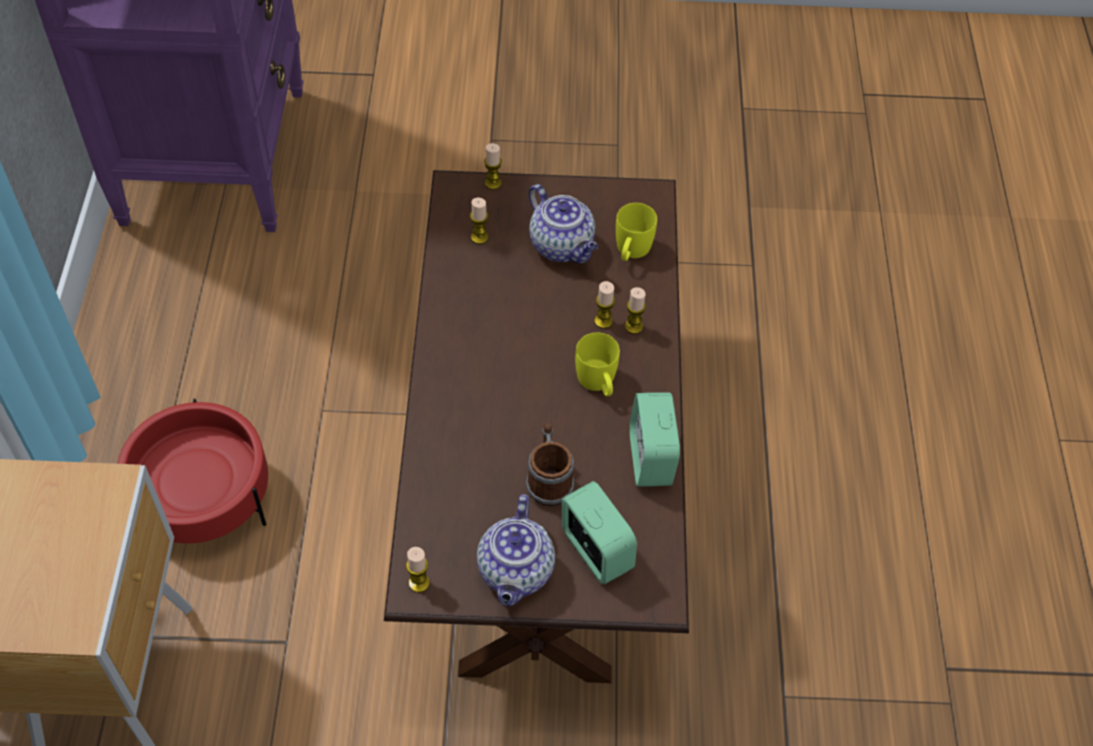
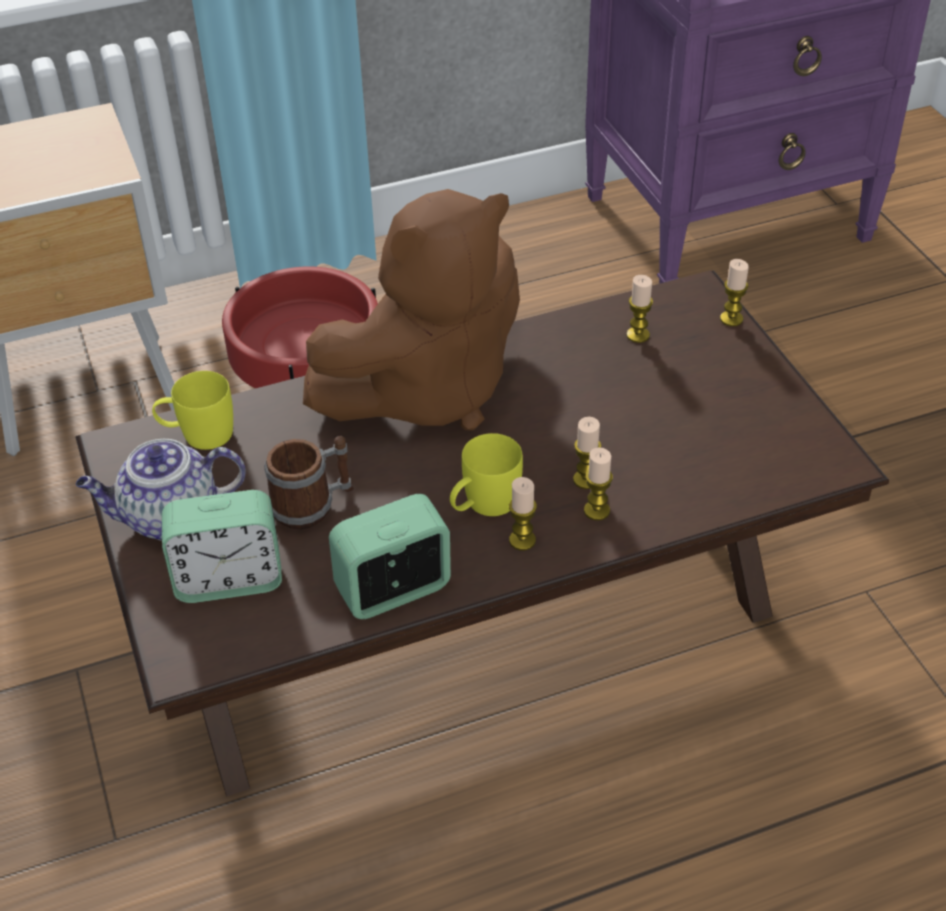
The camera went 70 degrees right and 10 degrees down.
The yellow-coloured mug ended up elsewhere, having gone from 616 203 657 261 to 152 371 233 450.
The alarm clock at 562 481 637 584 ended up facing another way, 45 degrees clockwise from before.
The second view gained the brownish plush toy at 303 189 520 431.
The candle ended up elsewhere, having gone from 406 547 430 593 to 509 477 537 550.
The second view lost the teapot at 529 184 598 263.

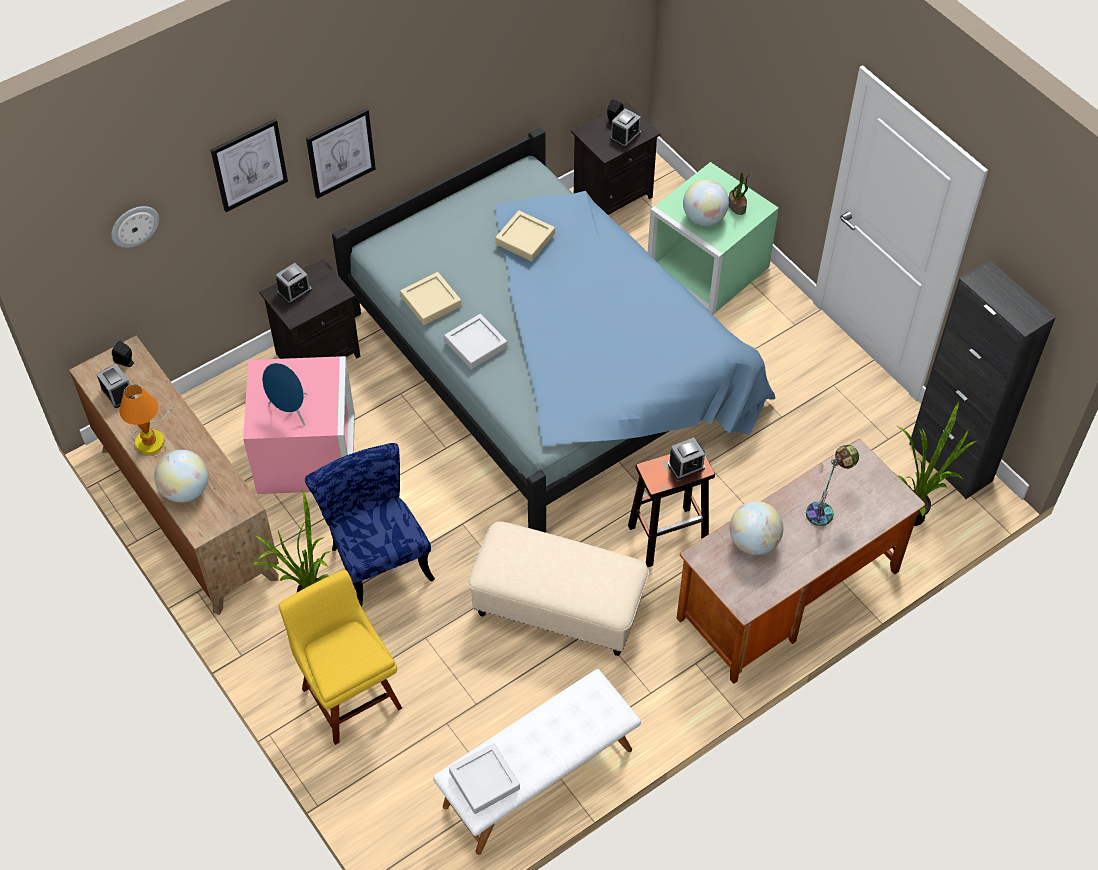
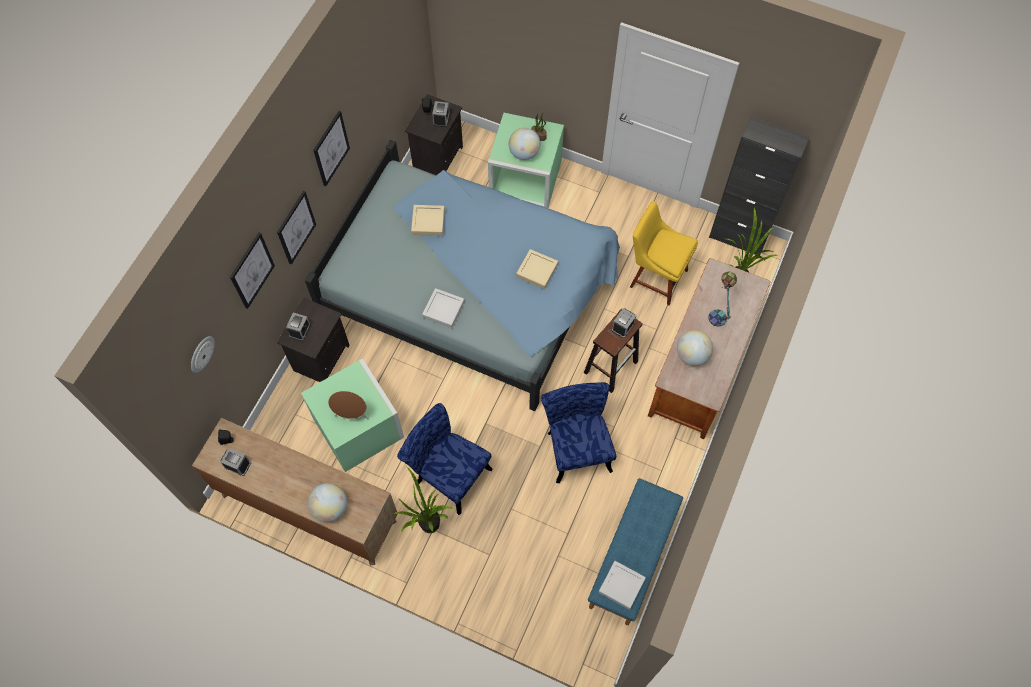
The camera went 30 degrees left and 10 degrees up.
What was the pink storage box at 243 356 355 494 turned into the greenish storage box at 301 358 404 472.
The second view gained the wall art at 313 111 350 187.
What was the blue-coloured loudspeaker at 262 363 308 426 turned into the brownish loudspeaker at 328 391 368 420.
The sand-coloured tray ended up elsewhere, having gone from 400 272 461 325 to 516 249 558 289.
Where the sand-coloured pouffe stood at 468 521 649 656, the blue-coloured upright chair came to stand at 541 382 616 483.
What was the white-coloured indoor bench at 433 669 641 855 turned into the blue-coloured indoor bench at 588 478 683 625.
The yellow-coloured upright chair ended up elsewhere, having gone from 279 570 402 745 to 630 201 698 305.
The second view lost the table lamp at 120 384 173 457.

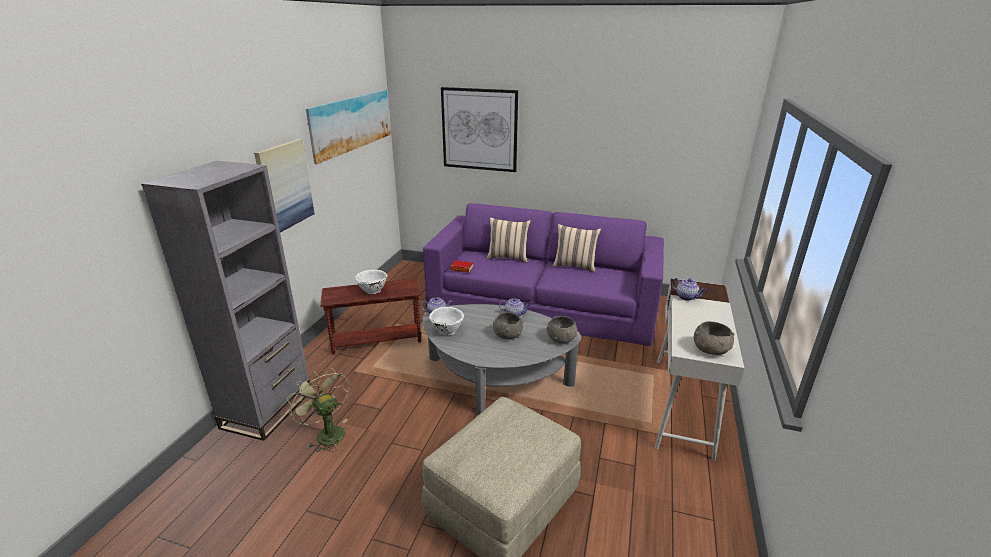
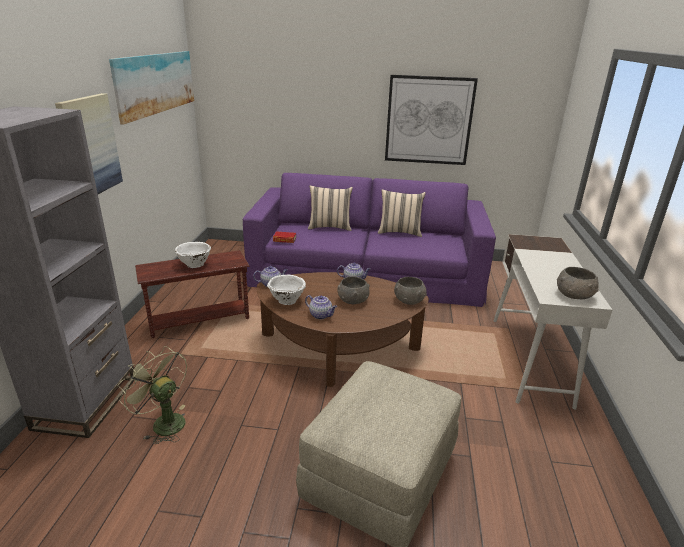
The camera went 10 degrees left and 0 degrees up.
What was the gray coffee table at 422 304 581 415 turned into the brownish coffee table at 256 272 429 387.
The teapot ended up elsewhere, having gone from 671 278 707 301 to 305 295 337 319.
The wall art ended up elsewhere, having gone from 441 87 518 172 to 385 75 478 165.

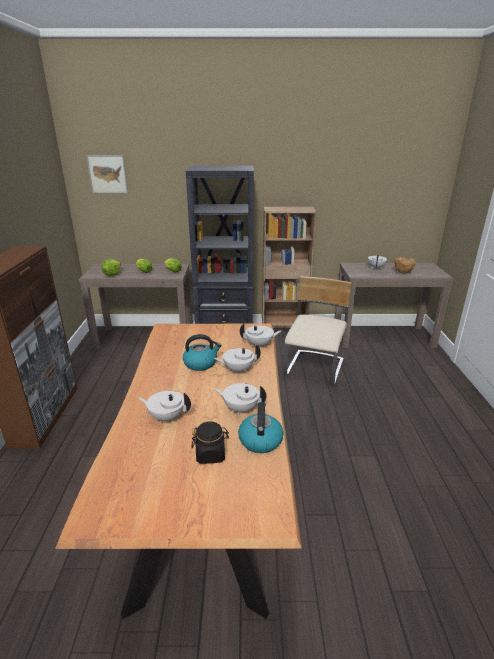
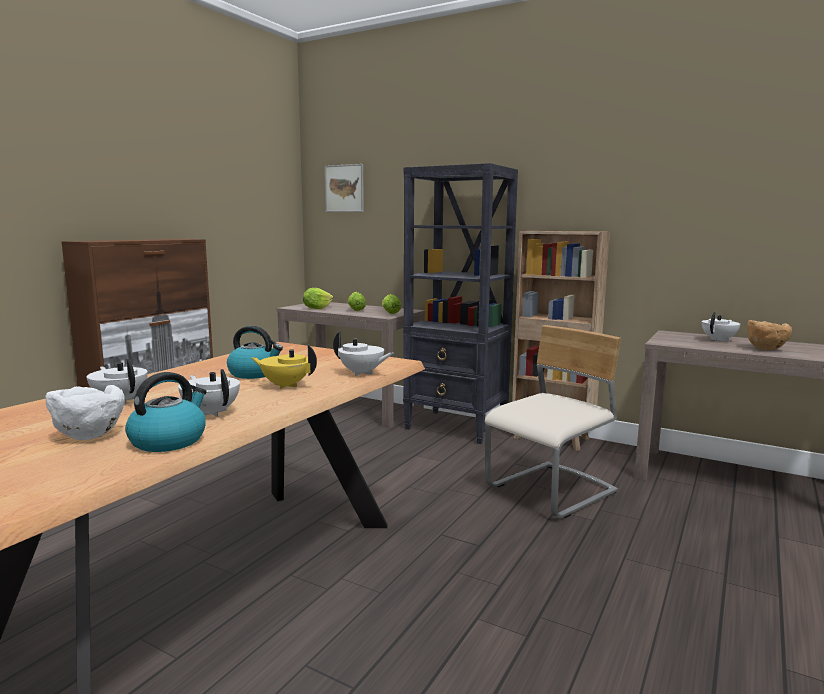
The camera went 30 degrees right and 15 degrees down.
Where the blackish storage jar stood at 192 421 229 464, the white-coloured serving bowl came to stand at 45 385 125 440.
What was the white-coloured teapot at 214 344 261 374 turned into the yellow-coloured teapot at 252 345 317 389.

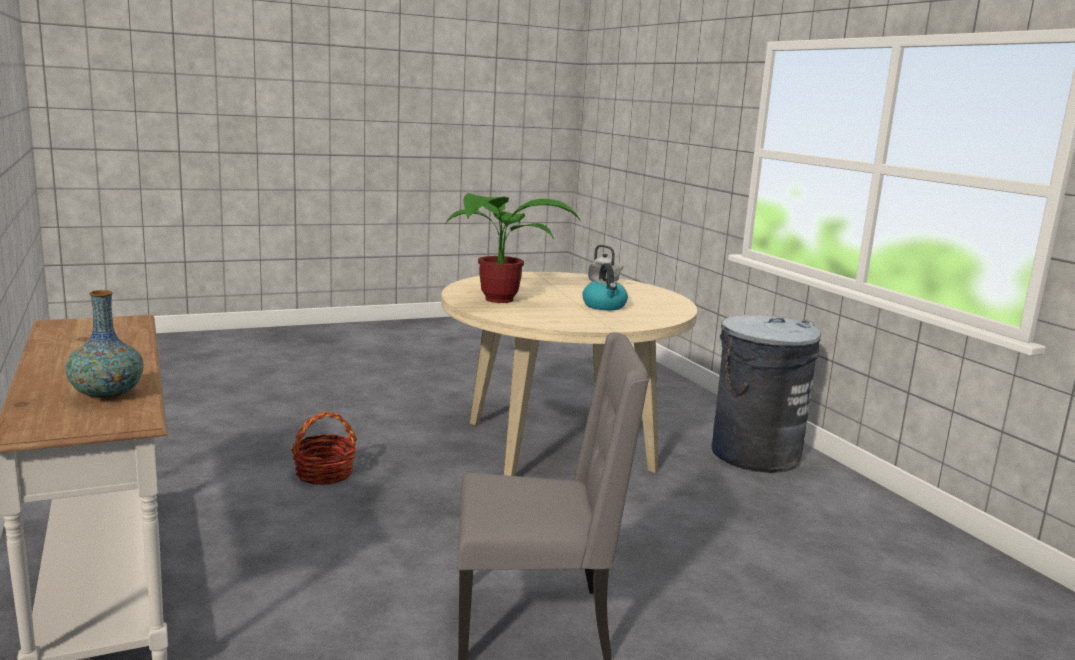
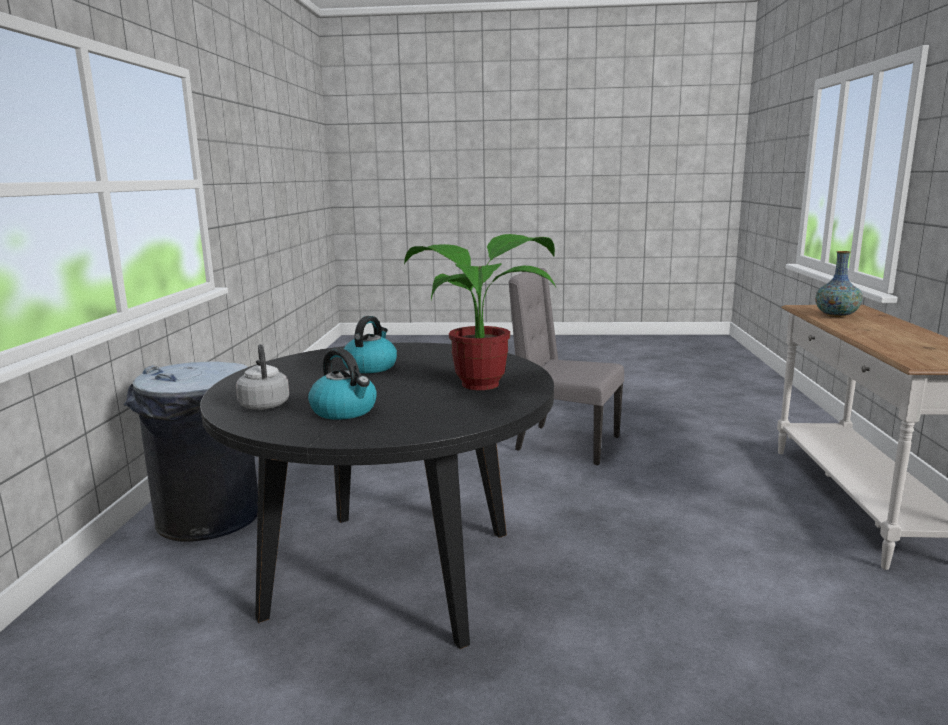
The camera went 150 degrees left and 0 degrees up.
What was the sand-coloured dinner table at 441 272 697 476 turned into the blackish dinner table at 200 343 554 649.
The second view gained the tea kettle at 308 348 377 420.
The second view lost the basket at 291 412 357 485.

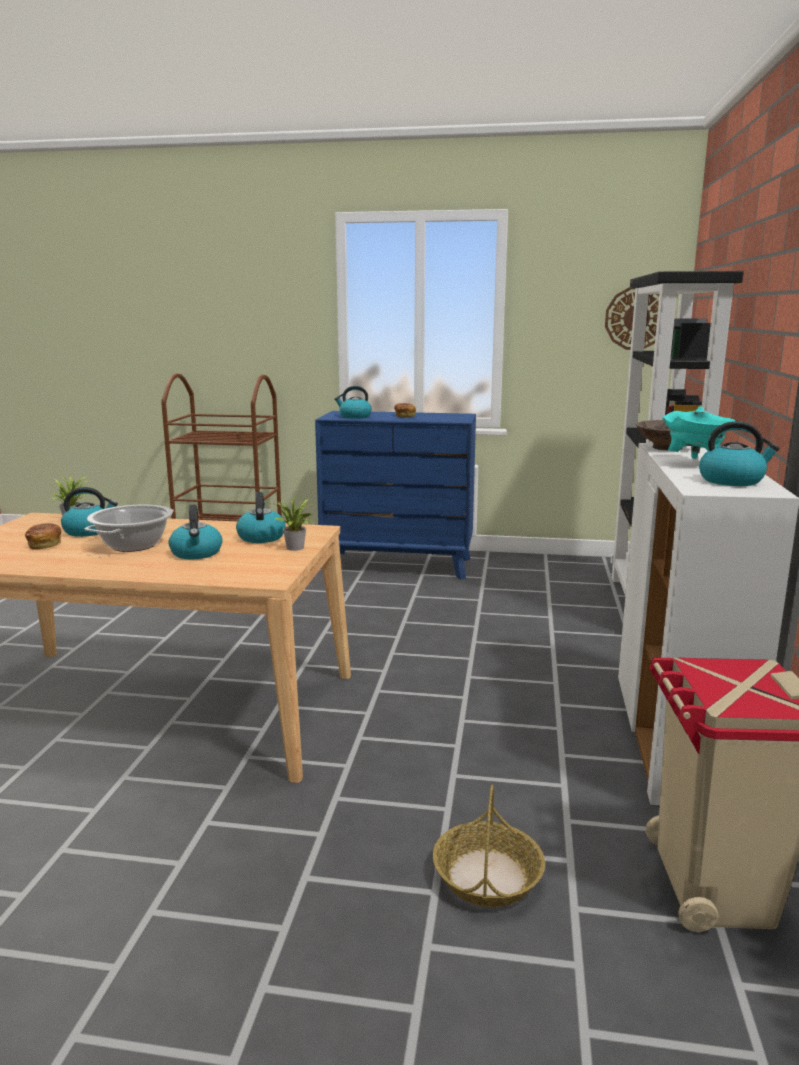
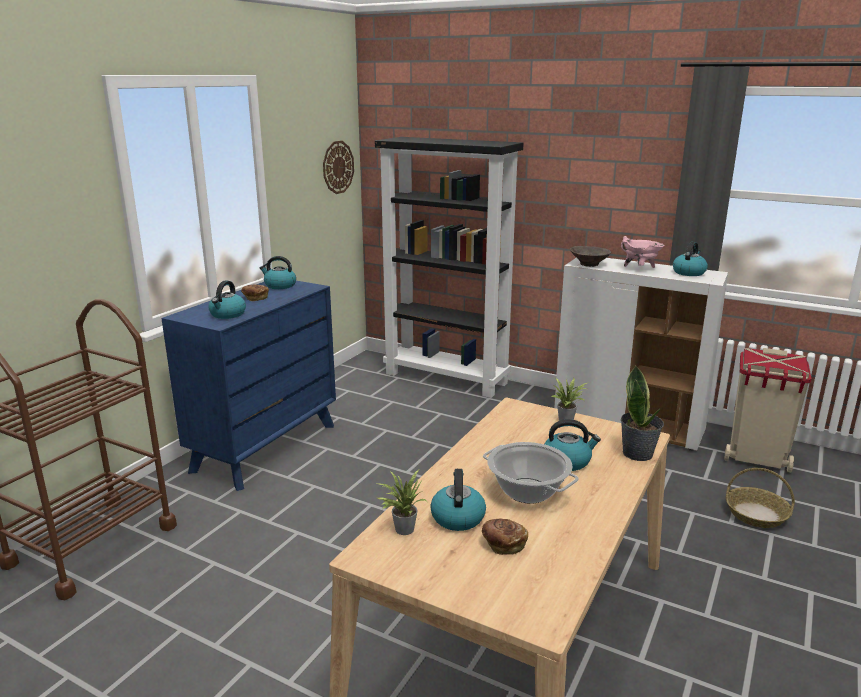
The camera went 70 degrees left and 5 degrees up.
The tea kettle ended up elsewhere, having gone from 236 492 286 543 to 260 256 296 289.
What was the blue-green stockpot at 662 406 735 459 turned into the pink stockpot at 621 236 664 268.
The second view gained the potted plant at 621 365 664 461.

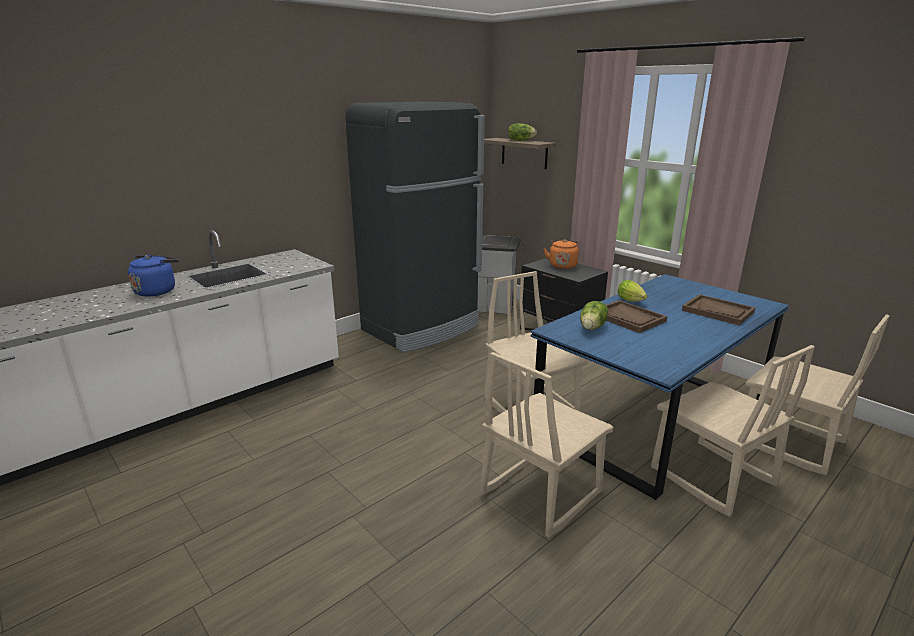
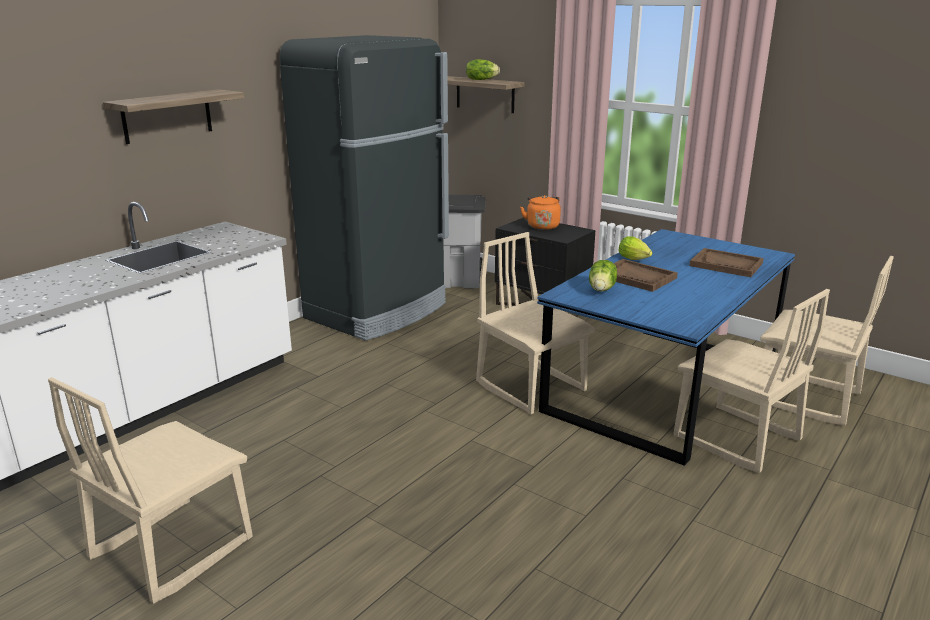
The camera went 10 degrees left and 0 degrees up.
The sand-coloured upright chair ended up elsewhere, having gone from 480 352 614 538 to 48 377 253 604.
The second view gained the bracket shelf at 103 89 244 144.
The second view lost the blue-coloured tea kettle at 128 255 179 297.

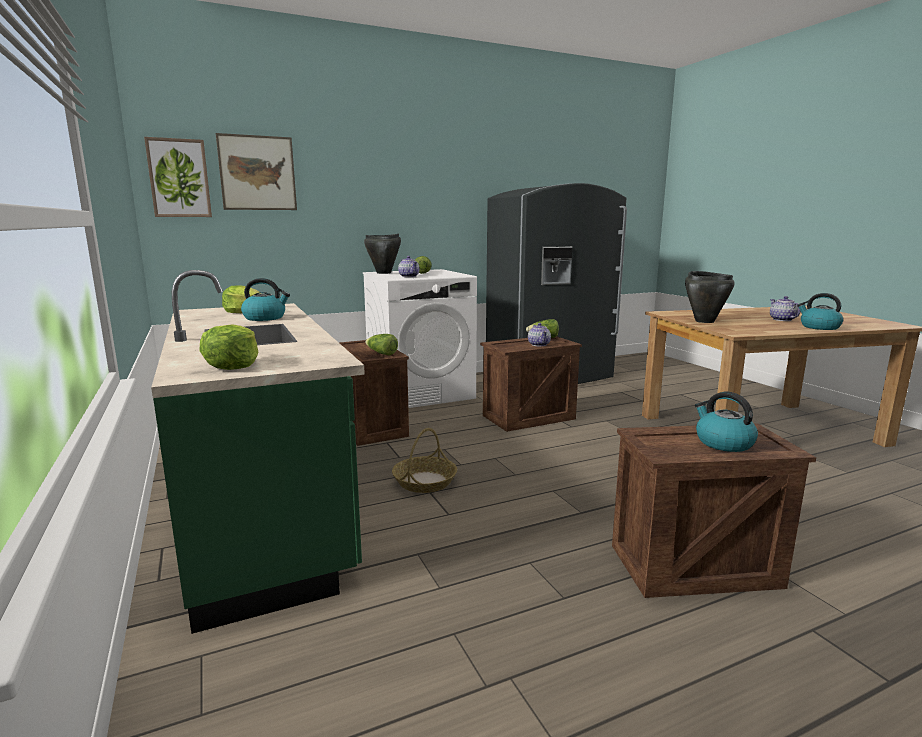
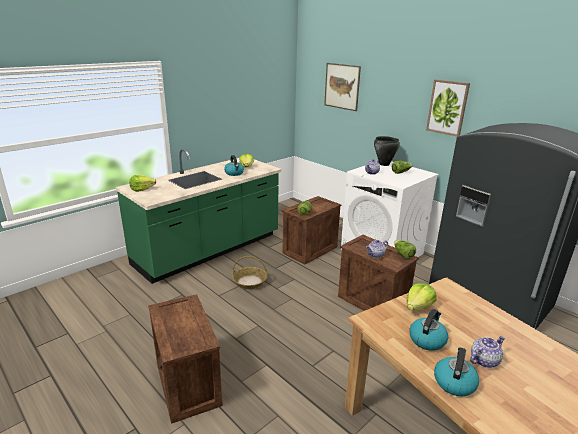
The camera went 70 degrees right and 10 degrees up.
Where the blackish stockpot stood at 685 271 735 323, the lettuce head came to stand at 406 283 437 310.
The tea kettle ended up elsewhere, having gone from 695 392 758 452 to 409 309 448 351.
The wall art ended up elsewhere, having gone from 144 137 212 217 to 426 79 470 136.

